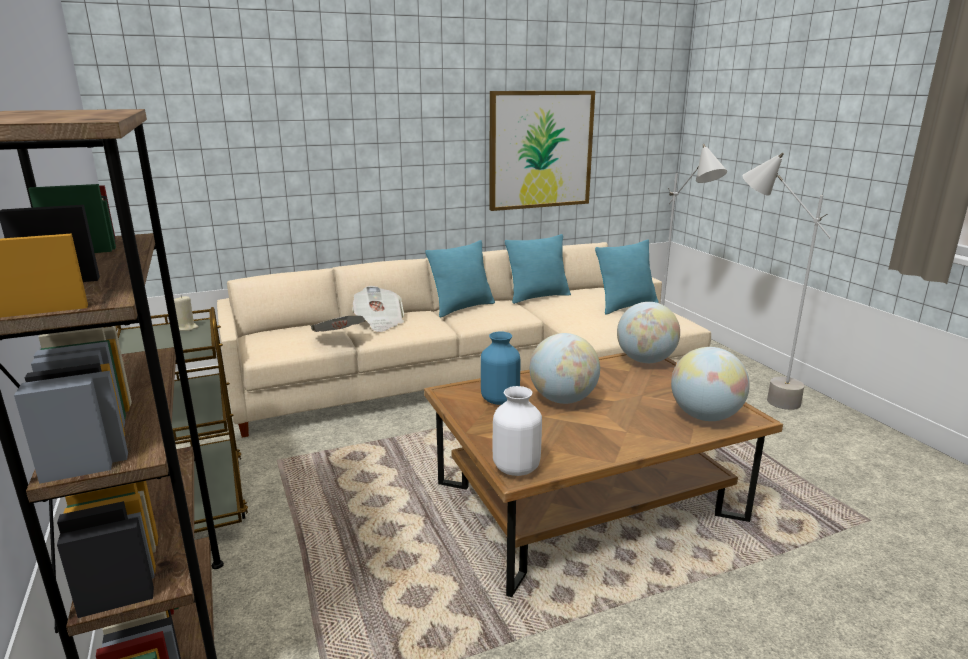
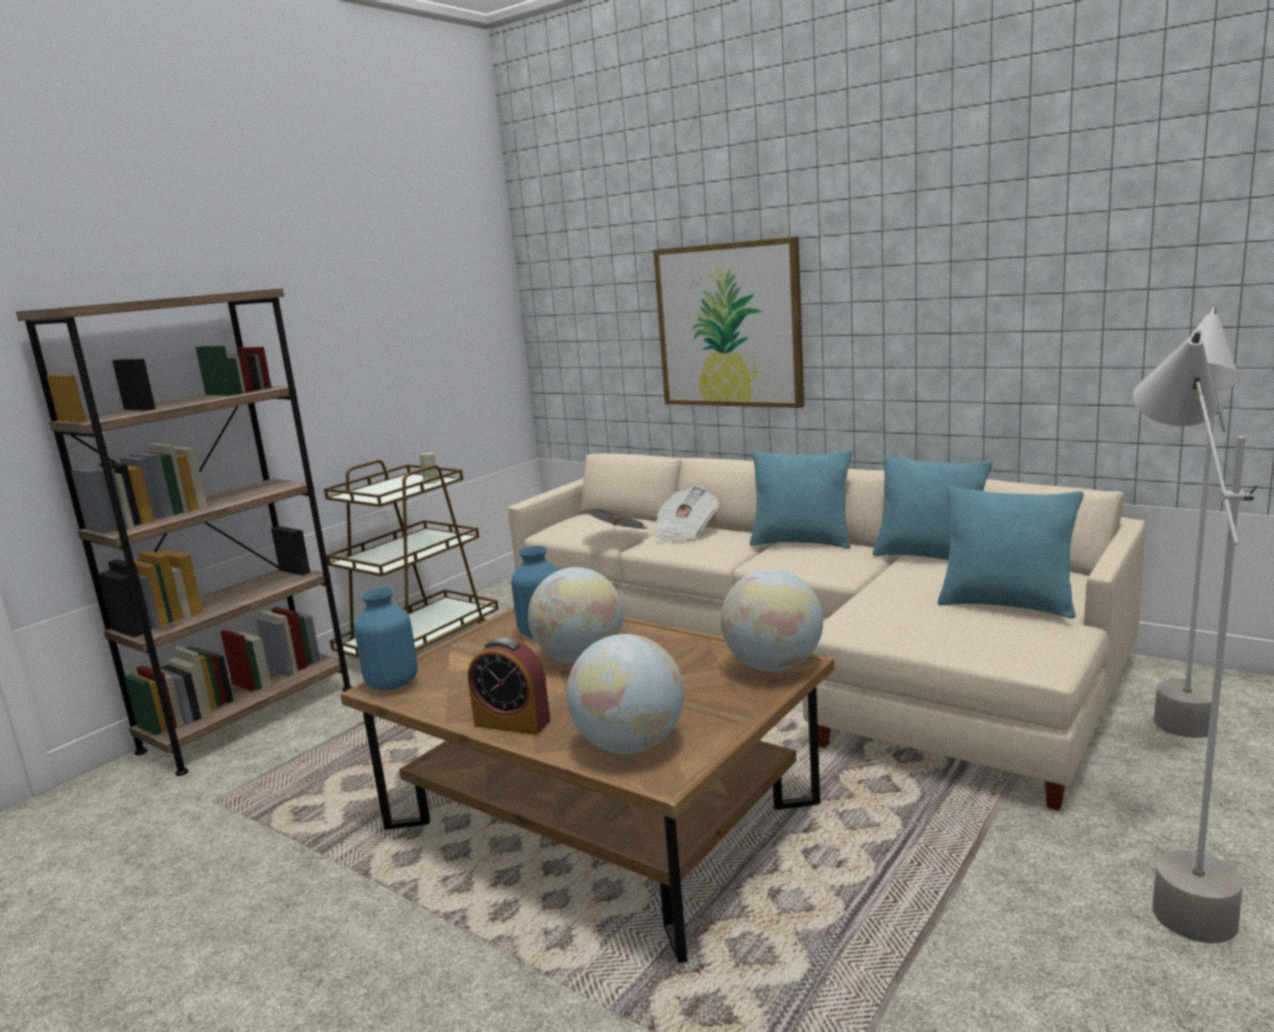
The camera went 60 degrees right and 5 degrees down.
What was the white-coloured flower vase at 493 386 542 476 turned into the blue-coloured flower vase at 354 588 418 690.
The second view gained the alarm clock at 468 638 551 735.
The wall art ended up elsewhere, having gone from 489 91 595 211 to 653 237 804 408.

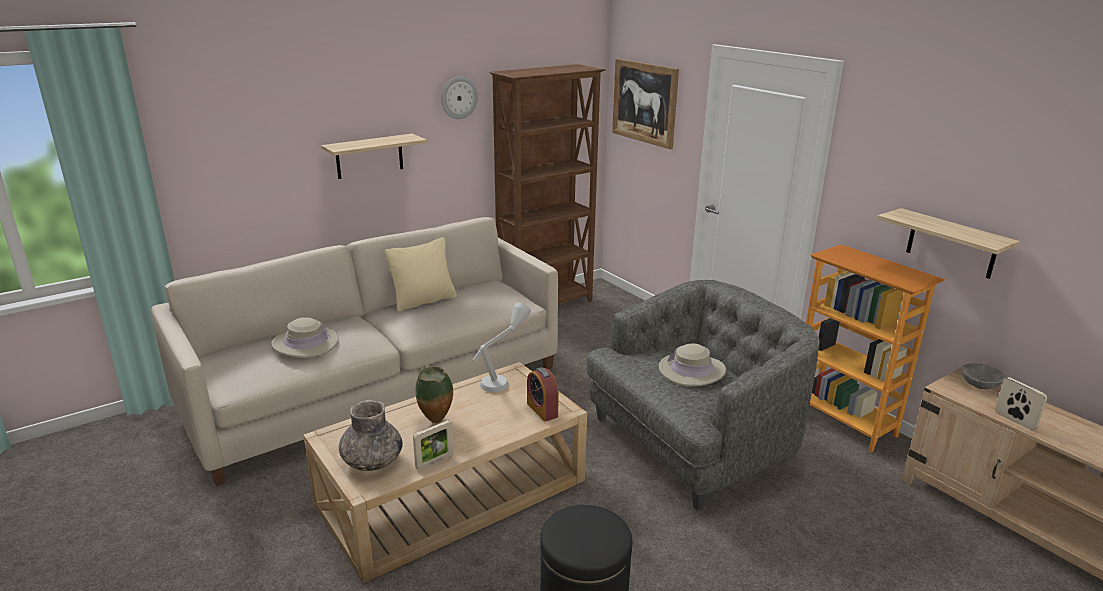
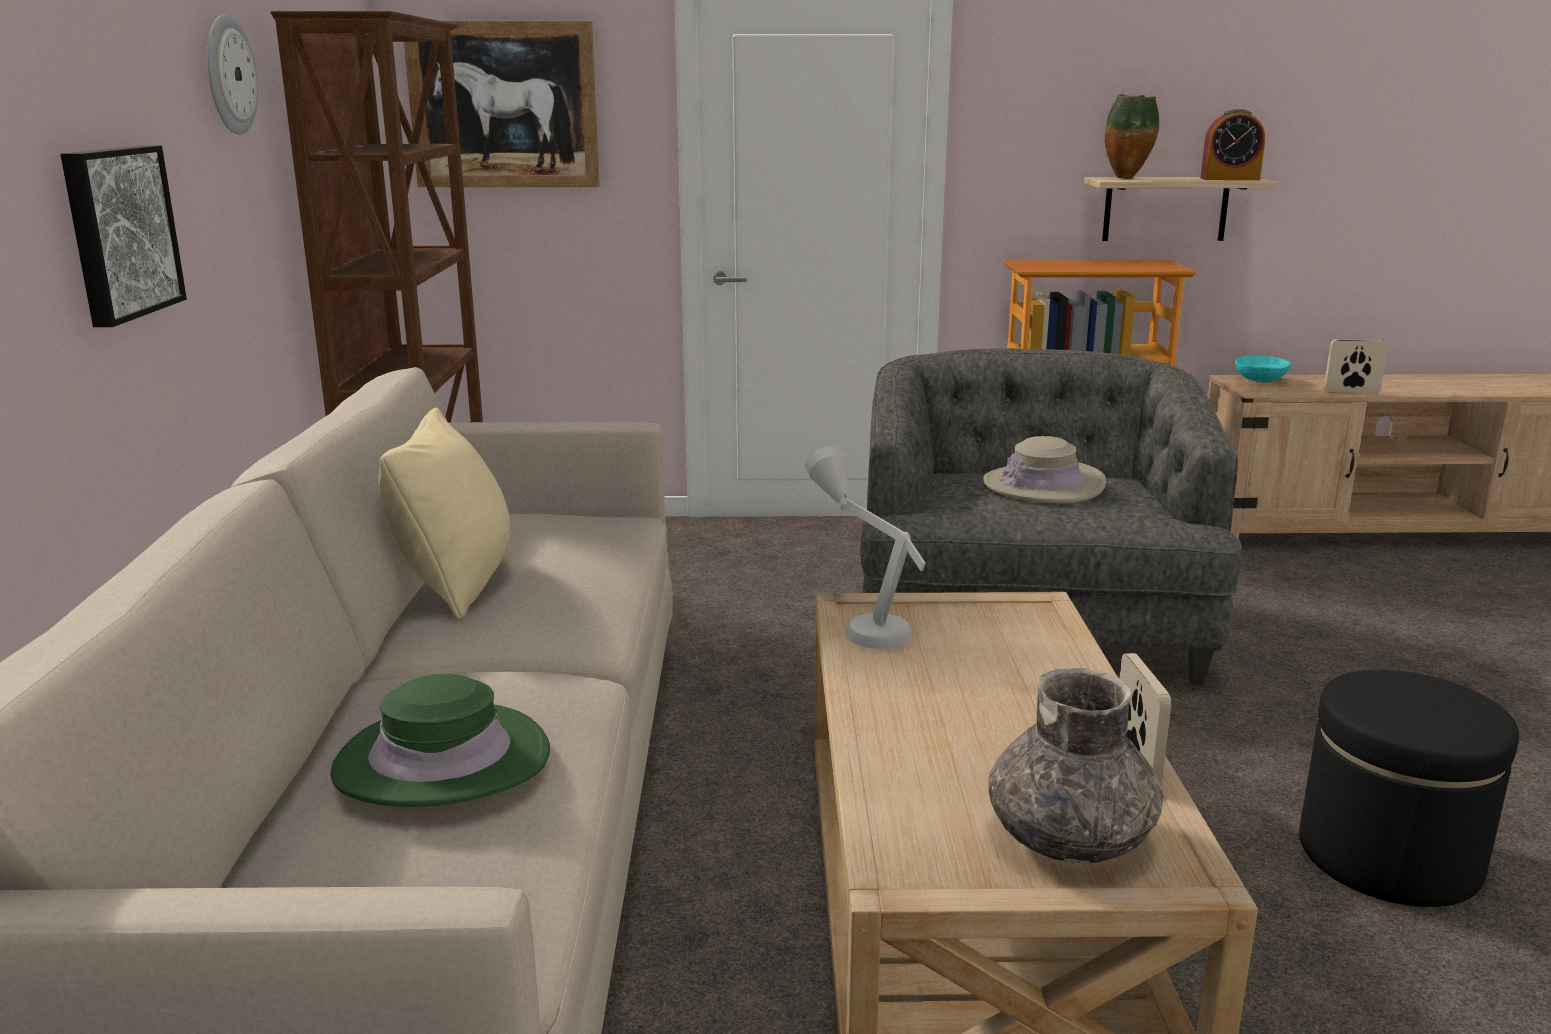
The camera went 55 degrees left and 5 degrees down.
Where the bracket shelf hung at 321 134 427 179, the wall art came to hang at 60 145 187 327.
What was the sand-coloured wearable hat at 271 317 339 358 turned into the greenish wearable hat at 330 674 550 807.
The flower vase ended up elsewhere, having gone from 415 366 453 423 to 1105 94 1159 179.
The alarm clock ended up elsewhere, having gone from 527 367 559 421 to 1200 109 1265 180.
What was the gray serving bowl at 961 363 1006 389 turned into the blue-green serving bowl at 1235 356 1291 383.

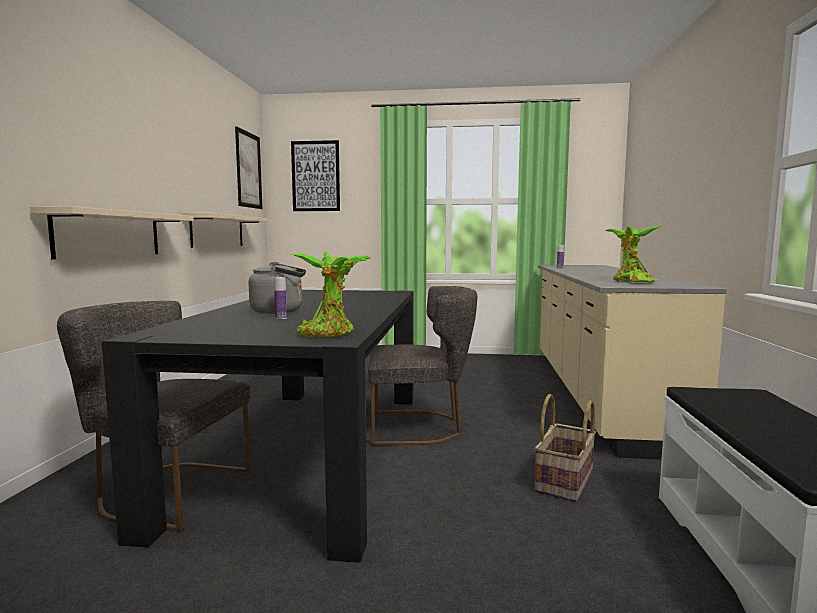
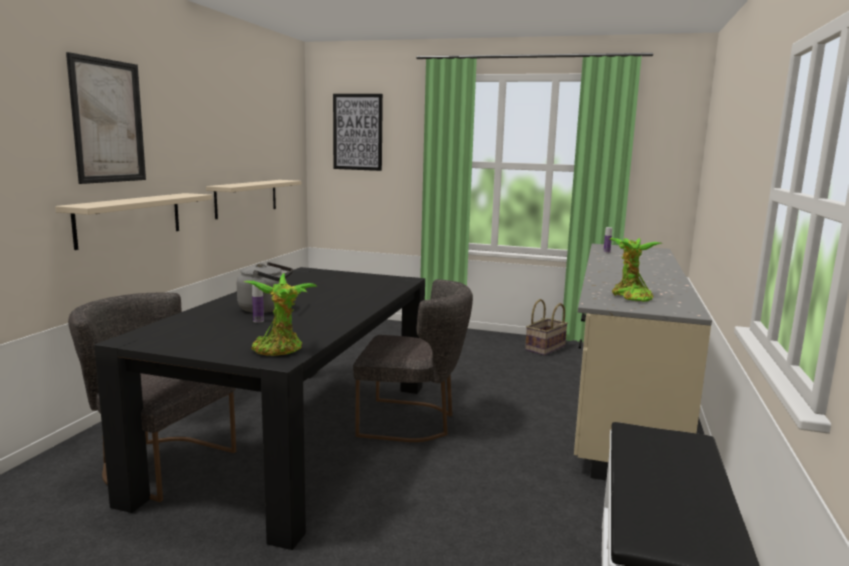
The camera went 10 degrees right and 5 degrees up.
The wall art ended up elsewhere, having gone from 235 126 262 209 to 66 52 146 184.
The basket ended up elsewhere, having gone from 535 394 596 502 to 525 299 568 356.

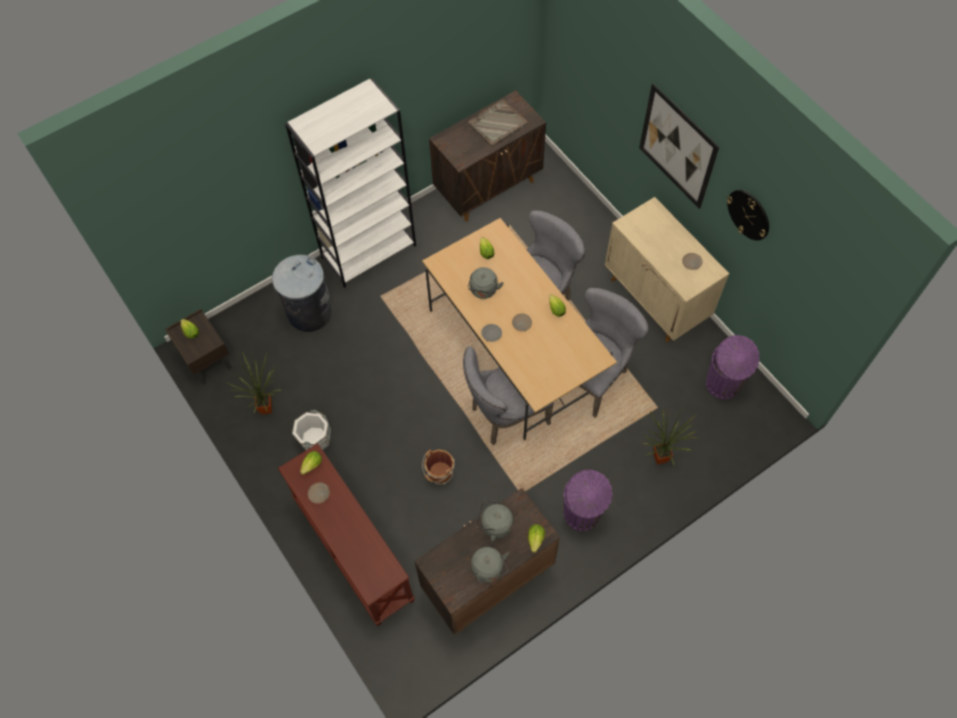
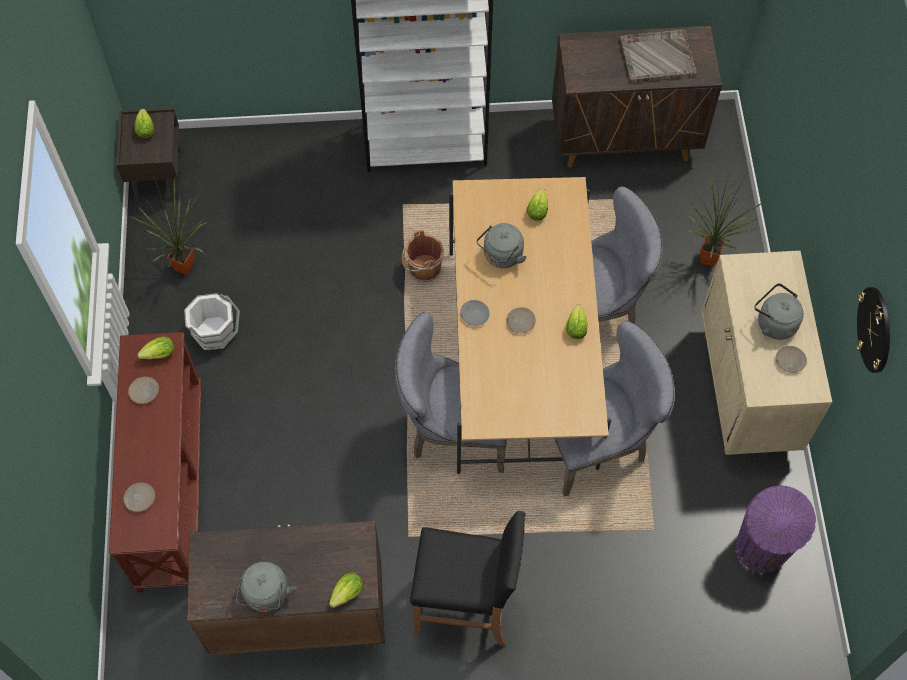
The camera went 30 degrees right and 0 degrees up.
The second view gained the sand-coloured flat dish at 123 483 155 512.
The brownish bucket ended up elsewhere, having gone from 422 449 455 485 to 402 230 445 283.
Where the purple rubbish bin stood at 564 470 613 531, the blackish sitting stool came to stand at 410 511 526 646.
The potted plant ended up elsewhere, having gone from 642 406 698 467 to 685 170 762 267.
The gray tea kettle ended up elsewhere, having gone from 477 500 513 542 to 754 283 804 340.
The second view lost the gray rubbish bin at 272 254 333 332.
The second view lost the wall art at 639 84 719 209.

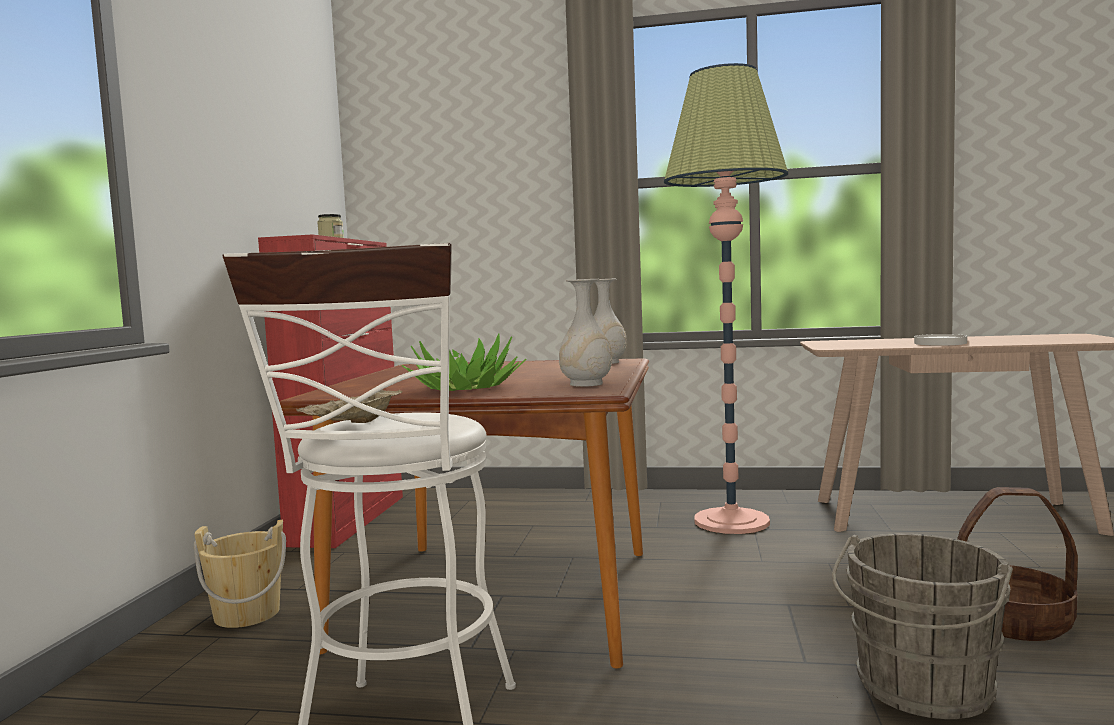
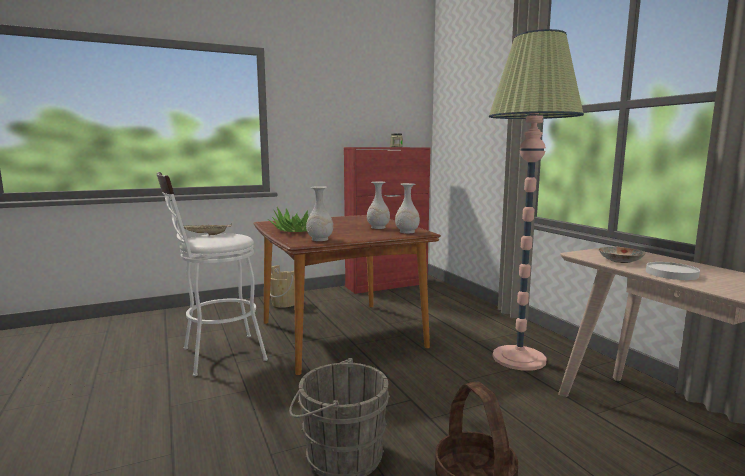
The camera went 55 degrees right and 5 degrees up.
The second view gained the white-coloured flower vase at 367 182 390 229.
The second view gained the flat dish at 599 247 646 263.

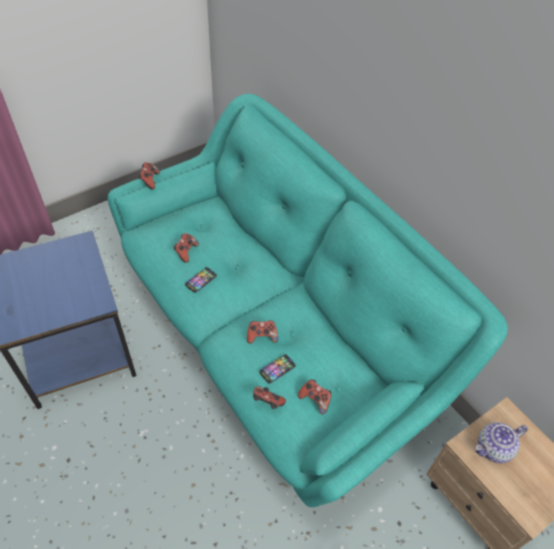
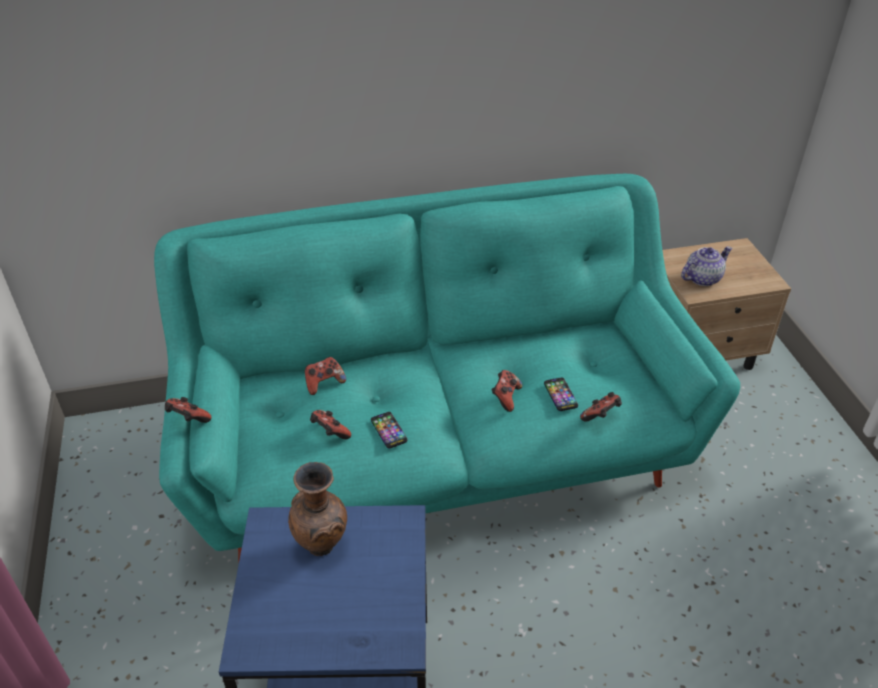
The camera went 65 degrees left and 10 degrees down.
The second view gained the brownish flower vase at 288 462 347 556.
The joypad ended up elsewhere, having gone from 298 379 331 415 to 305 357 346 395.
The teapot at 475 422 528 463 ended up facing another way, 120 degrees counterclockwise from before.

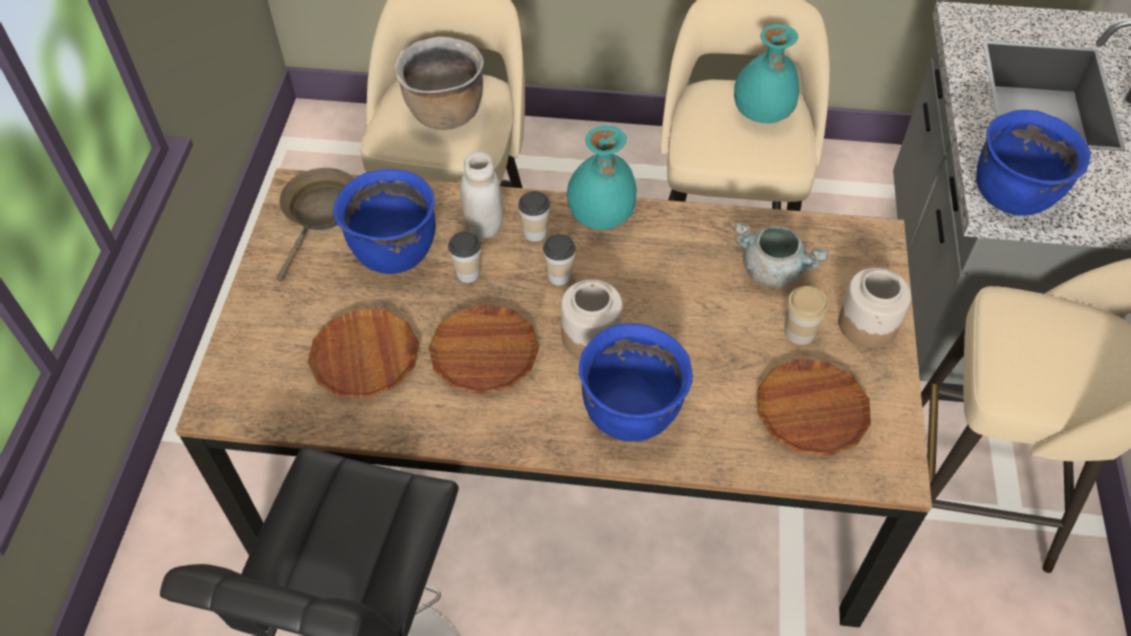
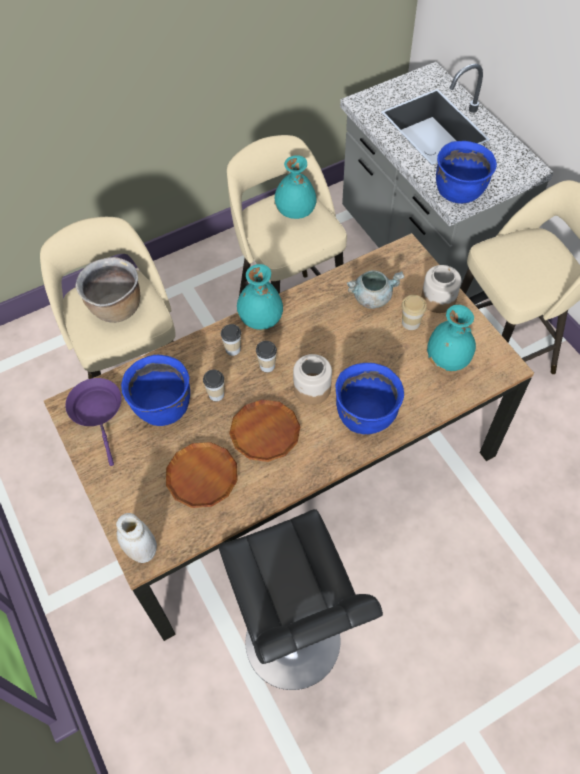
The camera went 35 degrees left and 5 degrees up.
What was the brownish pan at 276 168 354 282 turned into the purple pan at 65 378 121 466.
The white-coloured storage jar ended up elsewhere, having gone from 460 151 503 239 to 116 513 157 563.
Where the brownish flat dish stood at 757 359 871 456, the blue-green flower vase came to stand at 426 305 476 371.

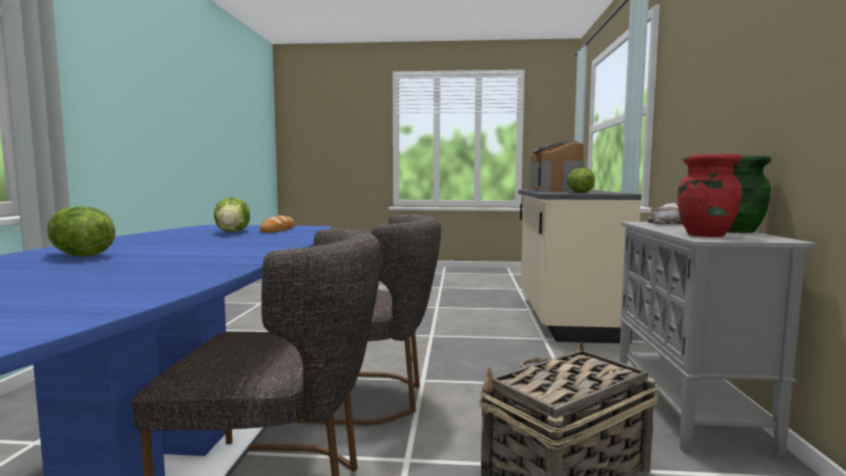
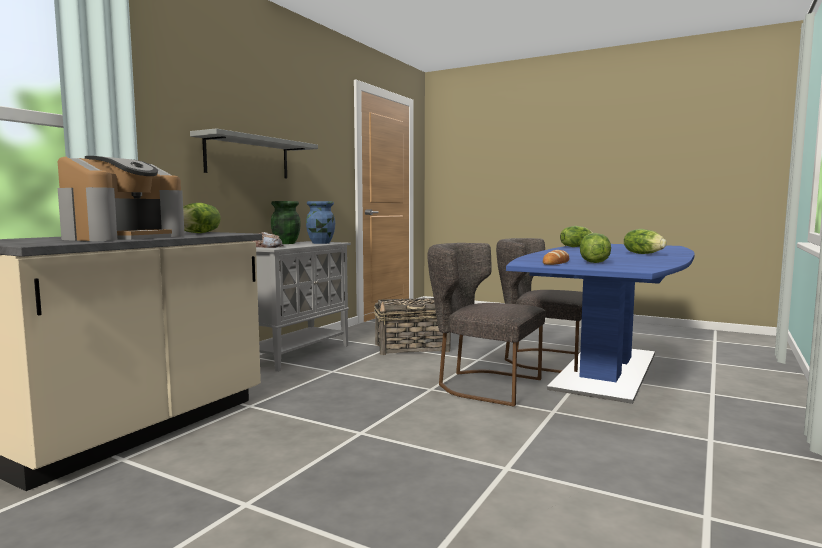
The camera went 155 degrees left and 0 degrees up.
The second view gained the gray bracket shelf at 190 128 318 178.
What was the red flower vase at 677 154 742 237 turned into the blue-coloured flower vase at 306 201 335 244.
The second view gained the lettuce head at 560 226 593 247.

